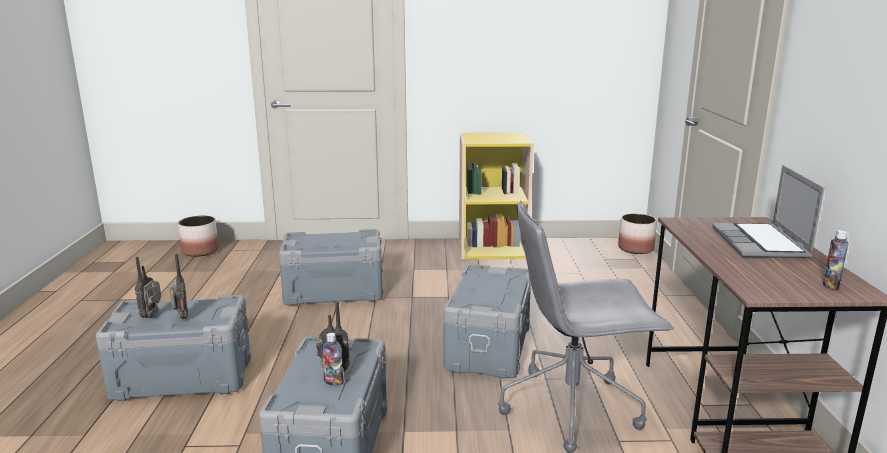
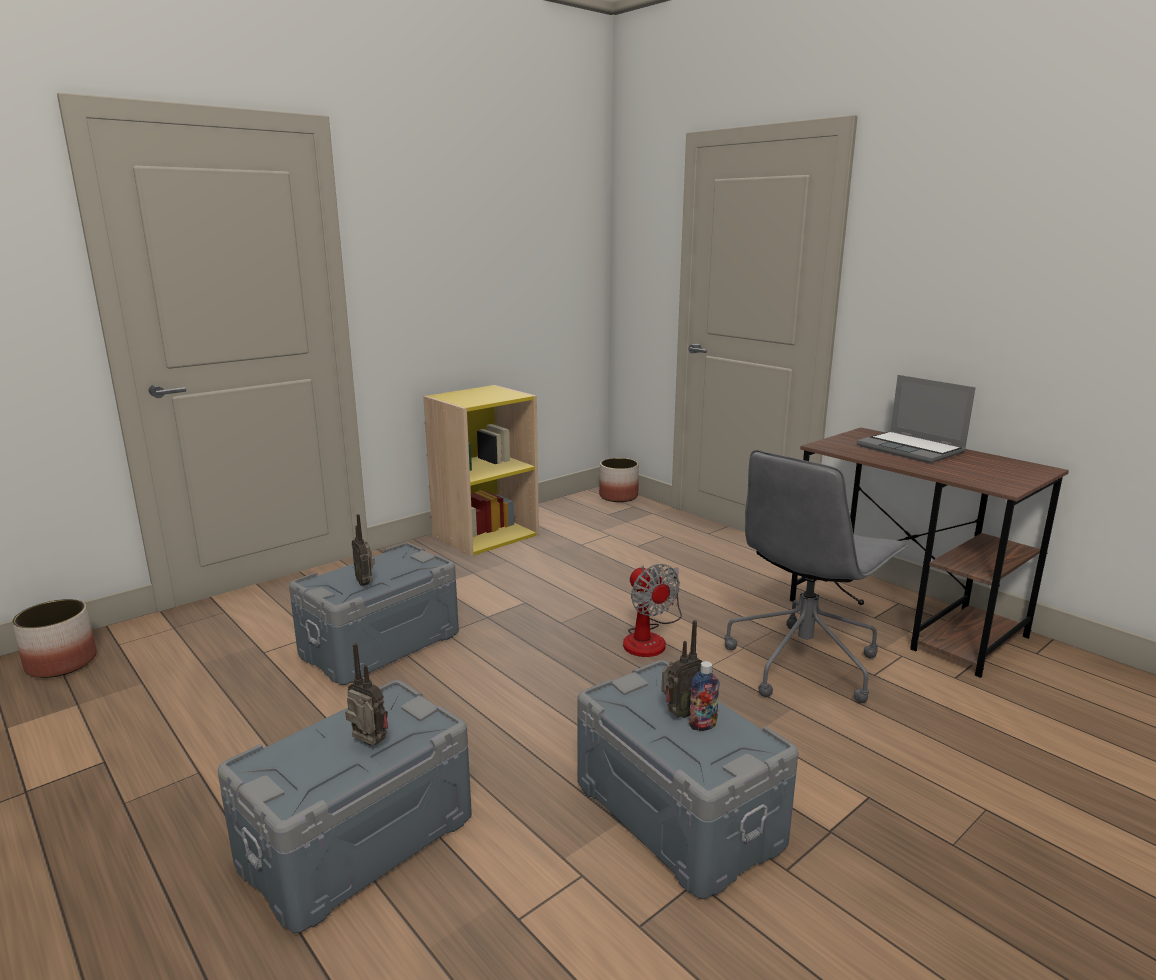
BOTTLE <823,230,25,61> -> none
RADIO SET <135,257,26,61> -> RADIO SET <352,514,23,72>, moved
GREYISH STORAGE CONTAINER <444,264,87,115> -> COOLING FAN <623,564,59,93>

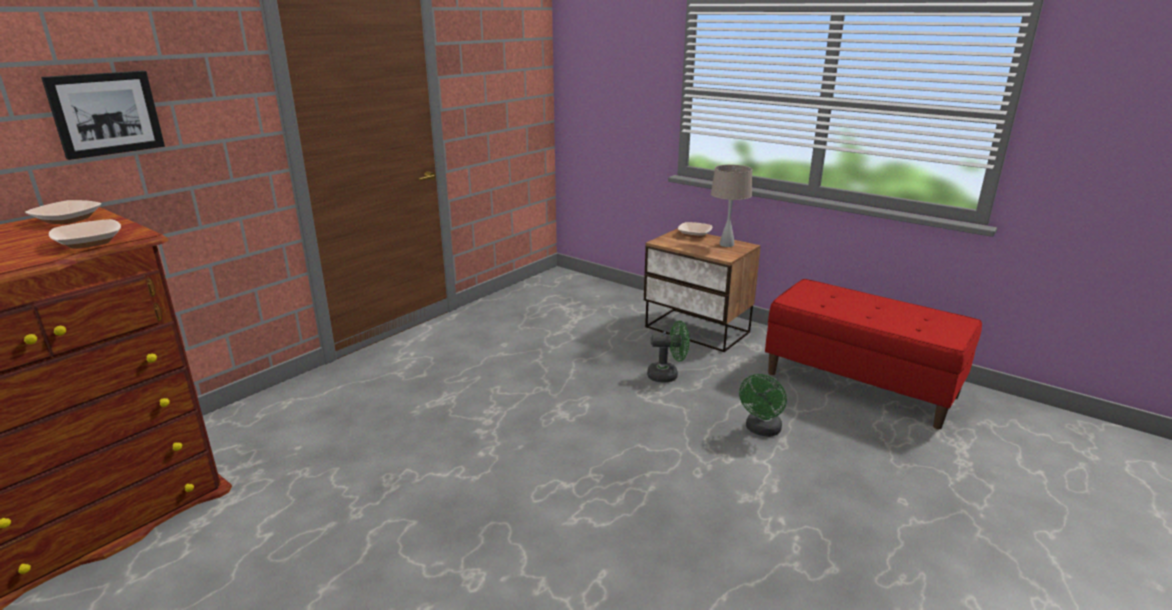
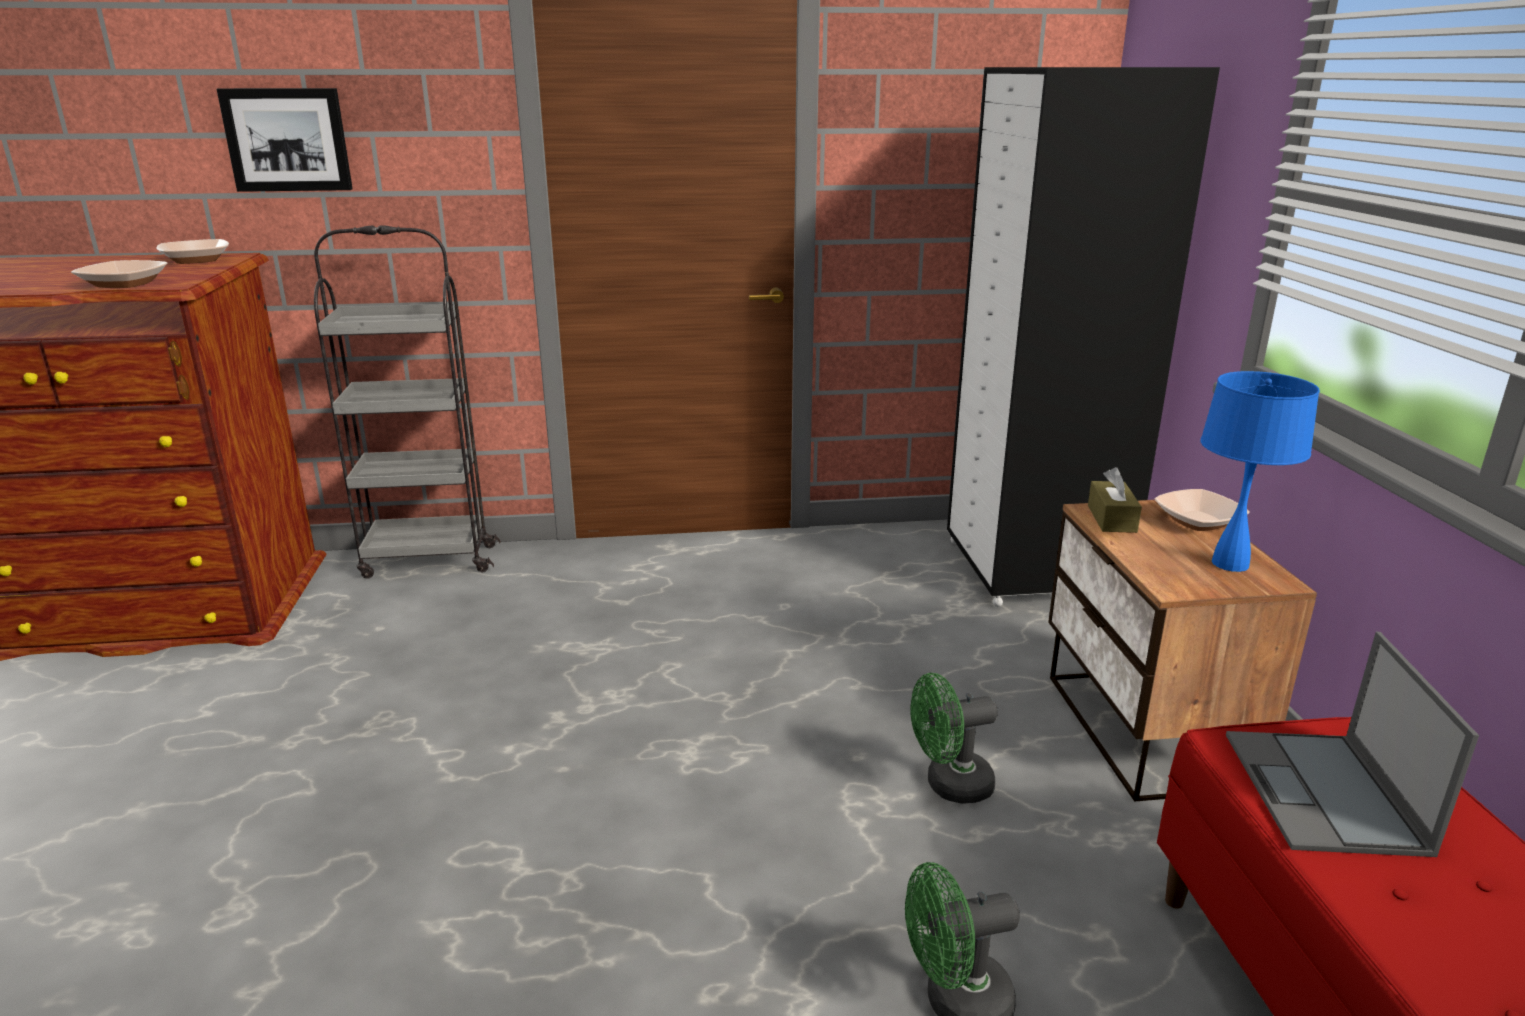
none -> GREYISH CART <314,225,187,354>
none -> CLOTHES CUPBOARD <947,67,273,540>
none -> BROWNISH TISSUE HOLDER <1088,467,54,66>
none -> LAPTOP <1226,632,253,225>
SAND-COLOURED LAMP FOR A TABLE <711,165,41,82> -> BLUISH LAMP FOR A TABLE <1200,371,120,201>
GREEN COOLING FAN <647,320,43,63> -> GREEN COOLING FAN <910,673,88,131>, 120 degrees clockwise

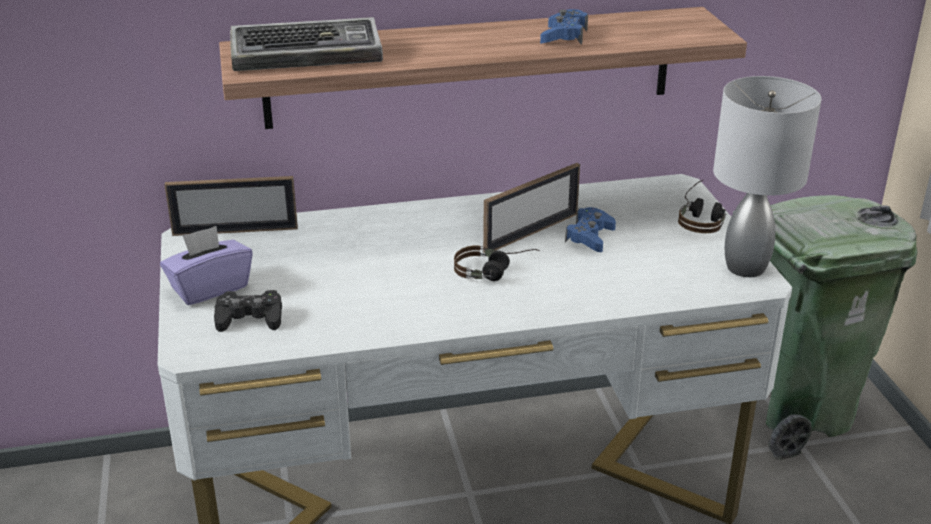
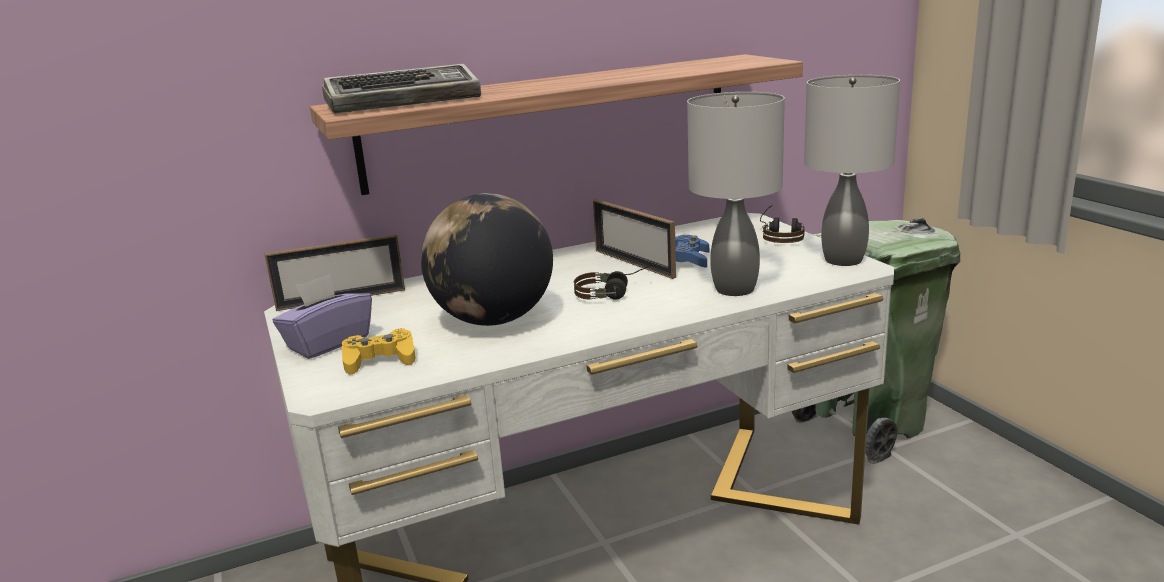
BLUISH GAME CONTROLLER <540,9,48,36> -> none
none -> GLOBE <421,193,132,133>
none -> GREYISH LAMP FOR A TABLE <687,92,98,204>
BLACKISH GAME CONTROLLER <214,290,68,42> -> YELLOW-COLOURED GAME CONTROLLER <342,328,74,47>
STANDING FRAME <483,163,97,90> -> STANDING FRAME <593,199,83,80>, 105 degrees clockwise

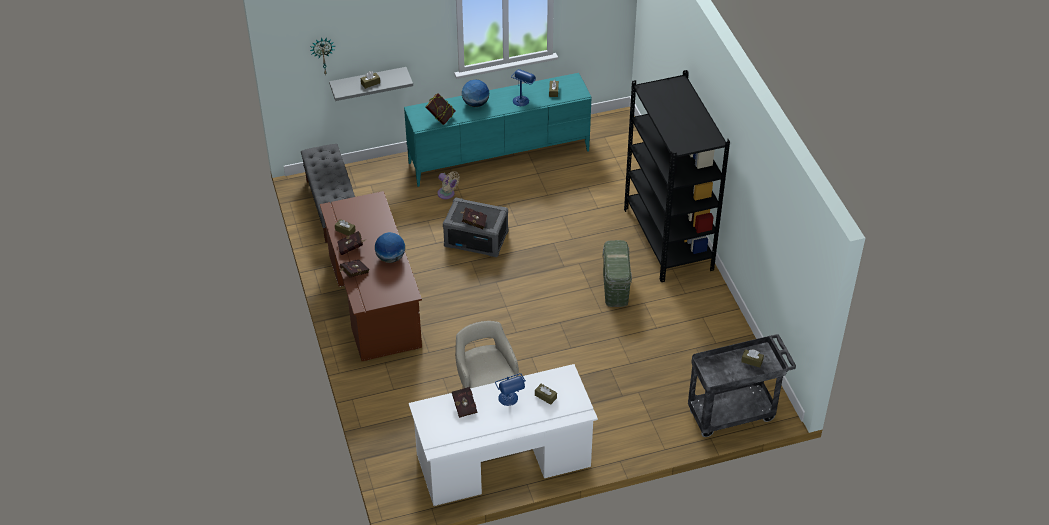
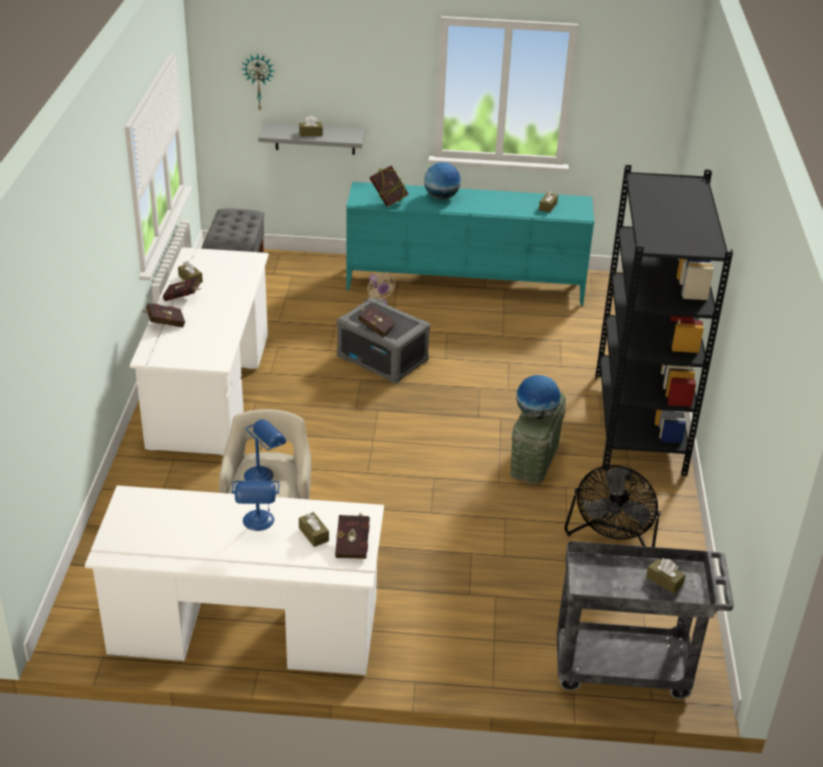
none -> BLACKISH COOLING FAN <565,465,96,82>
GLOBE <375,232,30,31> -> GLOBE <517,375,44,44>, moved
REDDISH VOLUME <452,386,25,32> -> REDDISH VOLUME <335,512,35,47>, moved
BLUISH LAMP FOR A TABLE <511,69,25,37> -> BLUISH LAMP FOR A TABLE <244,419,42,62>, moved
BROWNISH DESK <320,191,102,170> -> WHITE-COLOURED DESK <130,247,138,209>

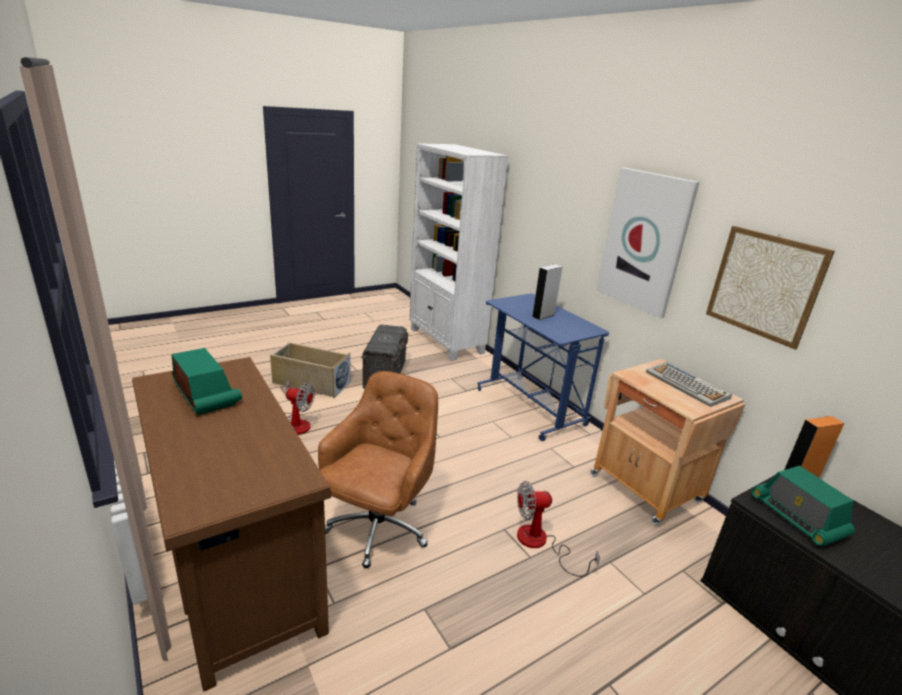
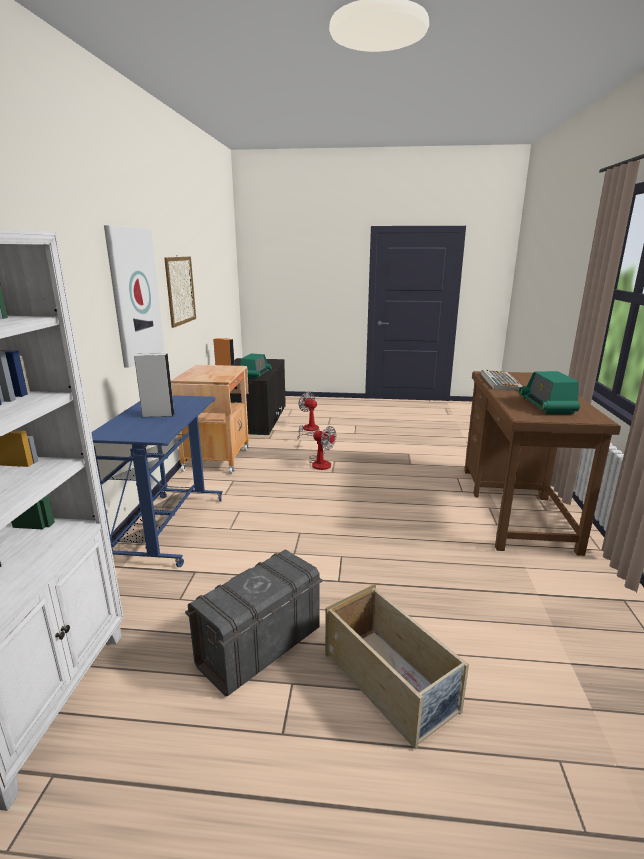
BROWNISH OFFICE CHAIR <318,371,120,197> -> none
COOLING FAN <285,381,30,53> -> COOLING FAN <297,392,22,48>, moved
KEYBOARD <646,362,86,45> -> KEYBOARD <481,370,42,20>, moved

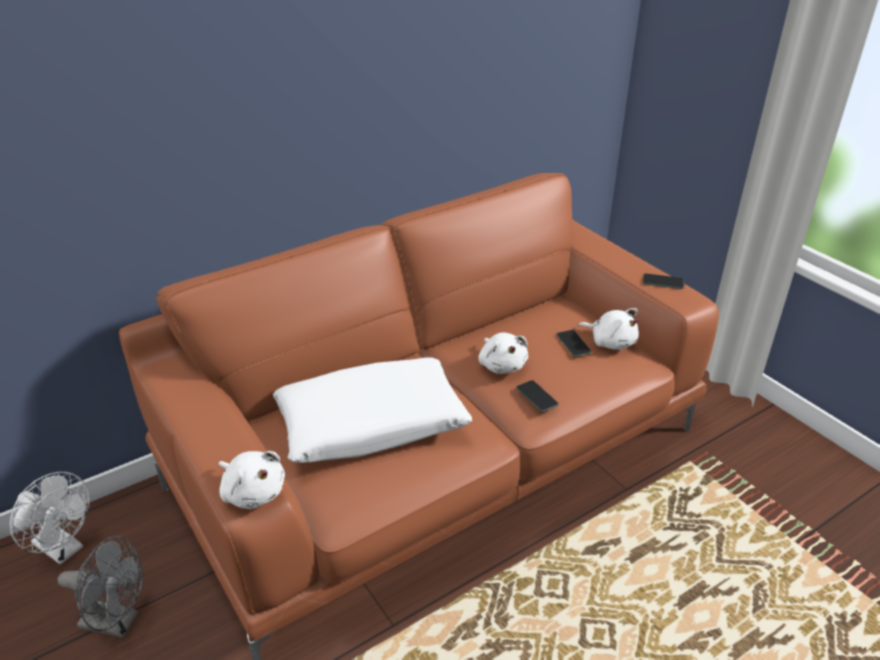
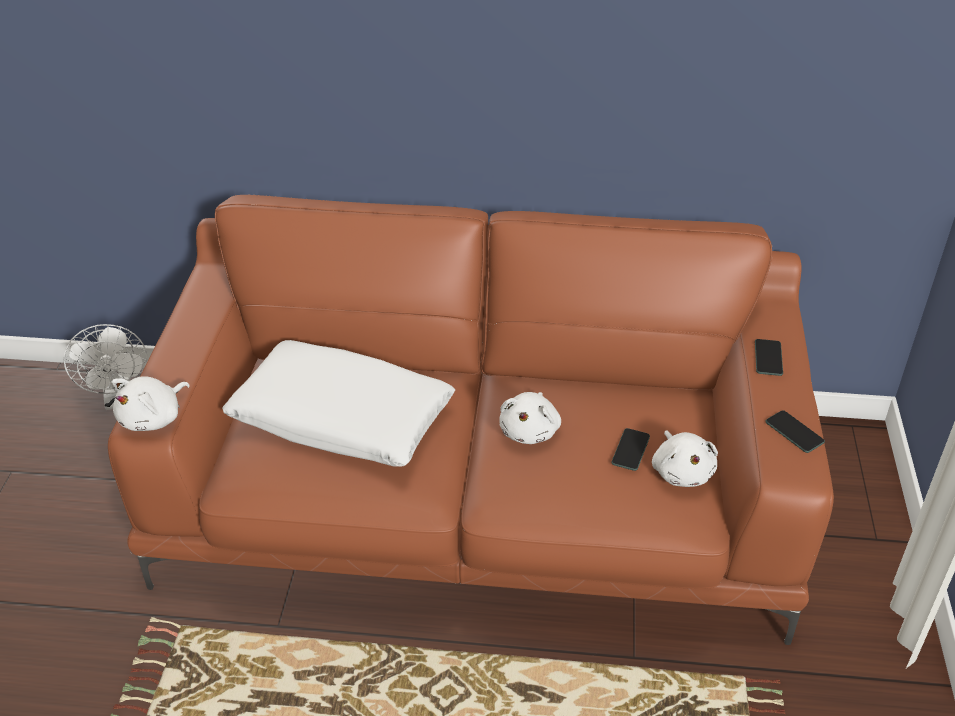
GREYISH COOLING FAN <58,536,85,102> -> none
TELEPHONE <516,380,43,32> -> TELEPHONE <755,339,28,37>, moved
WHITE-COLOURED PLUSH TOY <219,451,66,58> -> WHITE-COLOURED PLUSH TOY <112,376,78,55>, 45 degrees clockwise

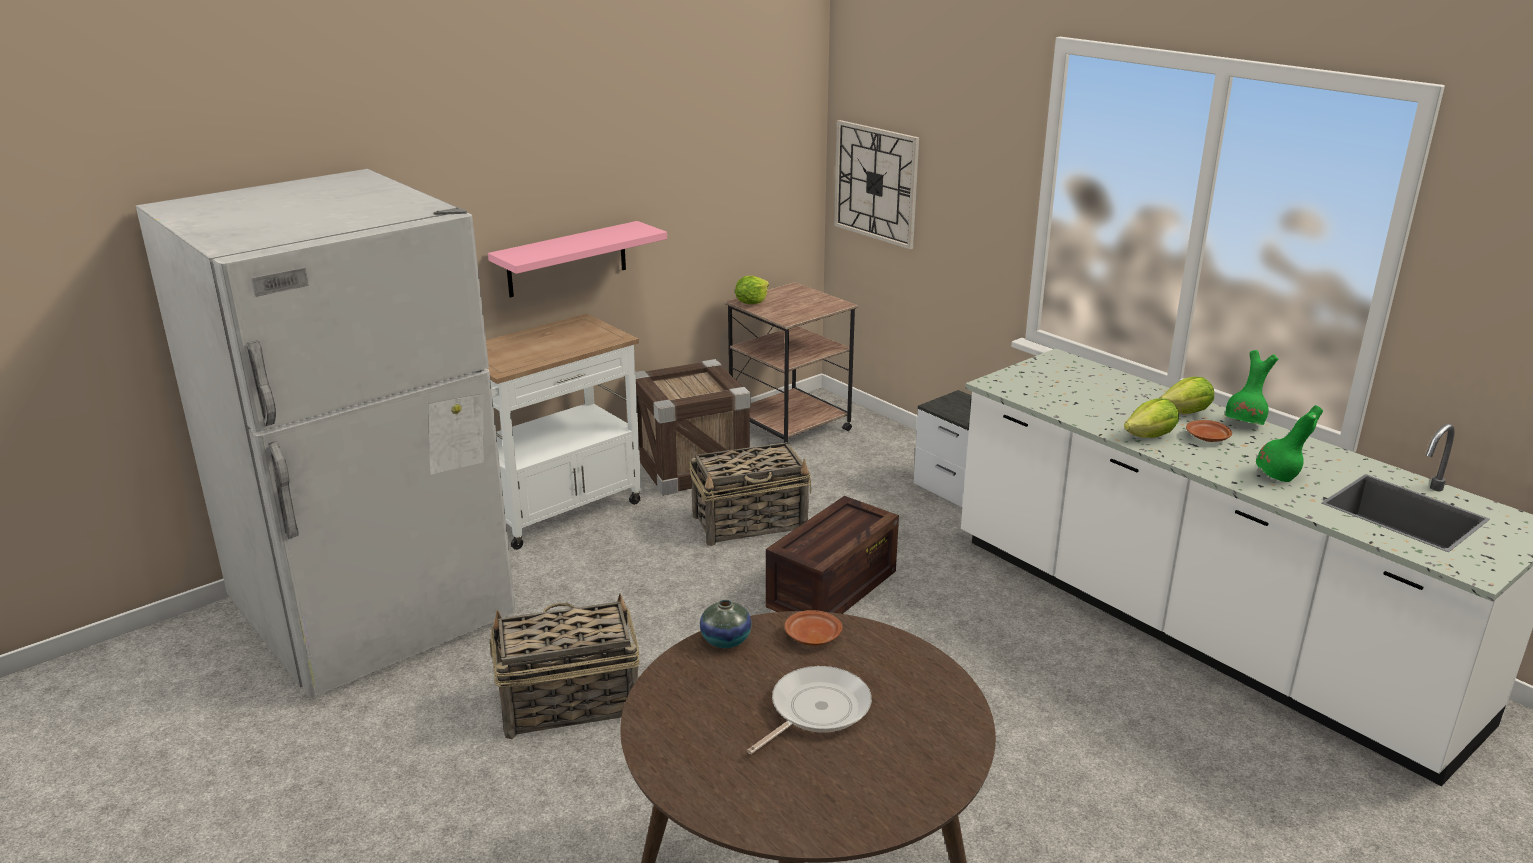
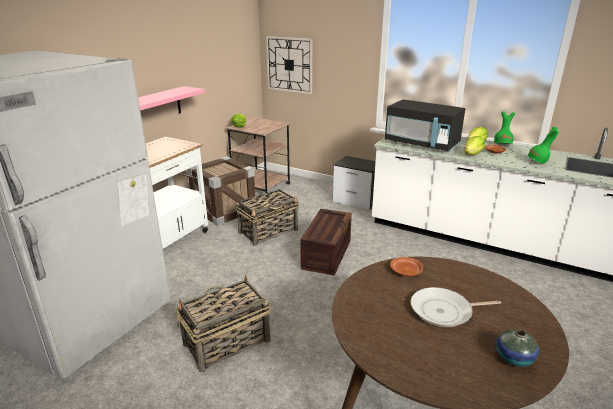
none -> BLACKISH MICROWAVE OVEN <385,99,80,53>
DECORATIVE VASE <700,600,52,48> -> DECORATIVE VASE <496,329,43,38>, moved
PAN <747,666,125,88> -> PAN <411,287,90,40>, 120 degrees counterclockwise

